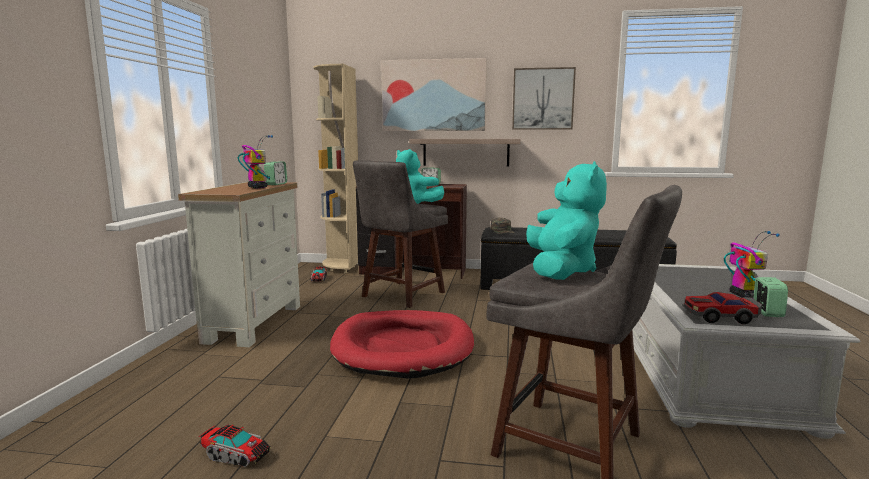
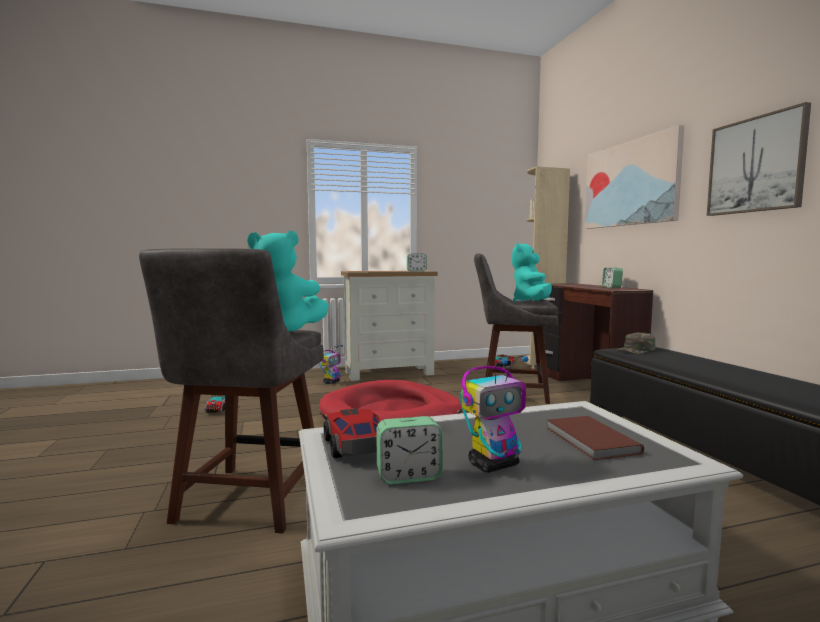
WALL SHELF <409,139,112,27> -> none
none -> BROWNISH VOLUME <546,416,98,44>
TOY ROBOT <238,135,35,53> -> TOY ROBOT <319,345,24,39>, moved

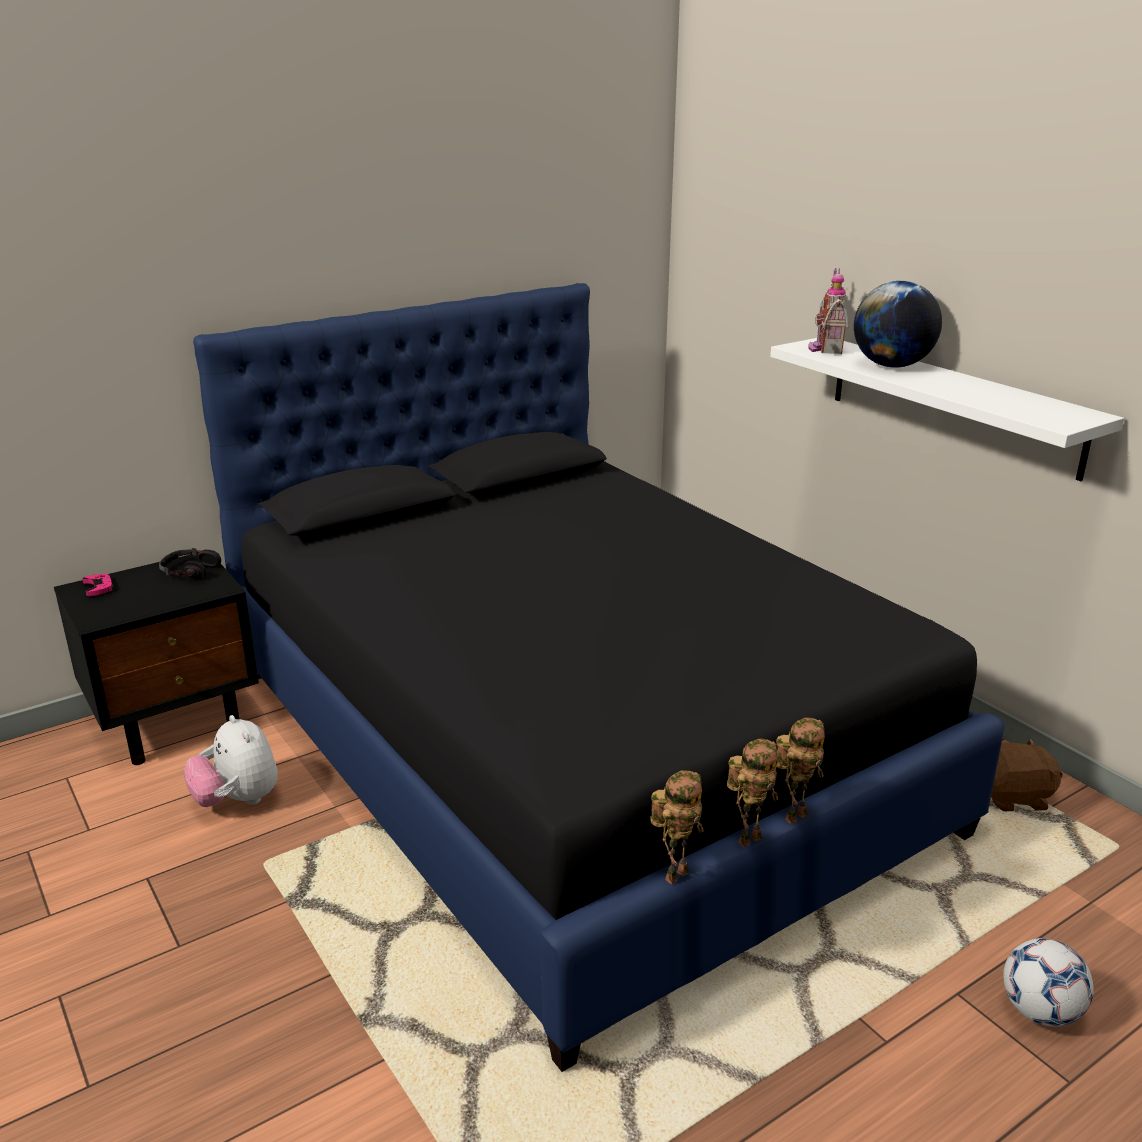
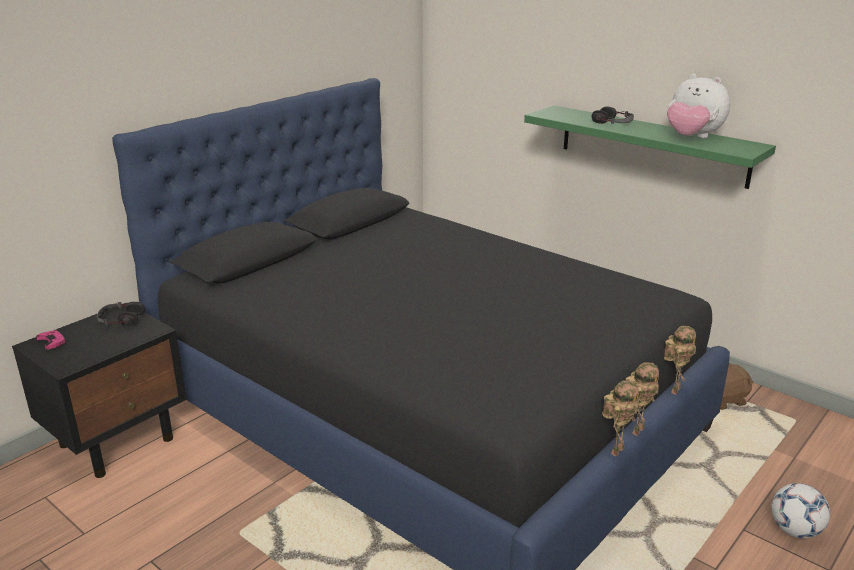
MINIATURE HOUSE <808,268,41,86> -> none
PLUSH TOY <184,715,94,92> -> PLUSH TOY <667,74,63,64>, moved
TOY ROBOT <650,770,53,114> -> TOY ROBOT <664,326,32,69>, moved
GLOBE <854,281,88,87> -> PAIR OF HEADPHONES <592,106,42,18>
WHITE-COLOURED WALL SHELF <770,338,354,143> -> GREEN WALL SHELF <524,105,252,84>

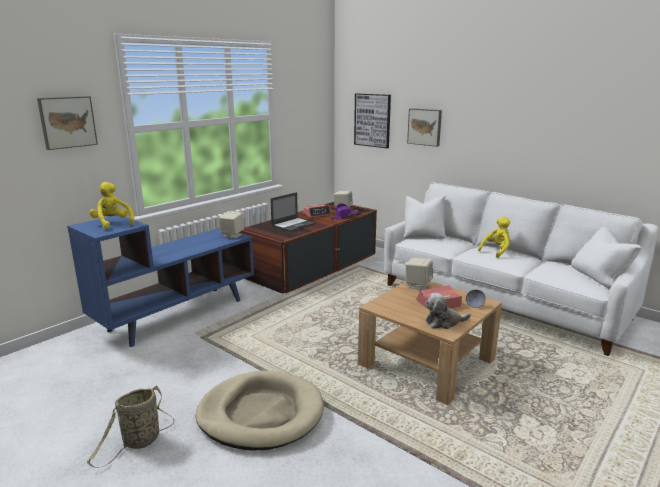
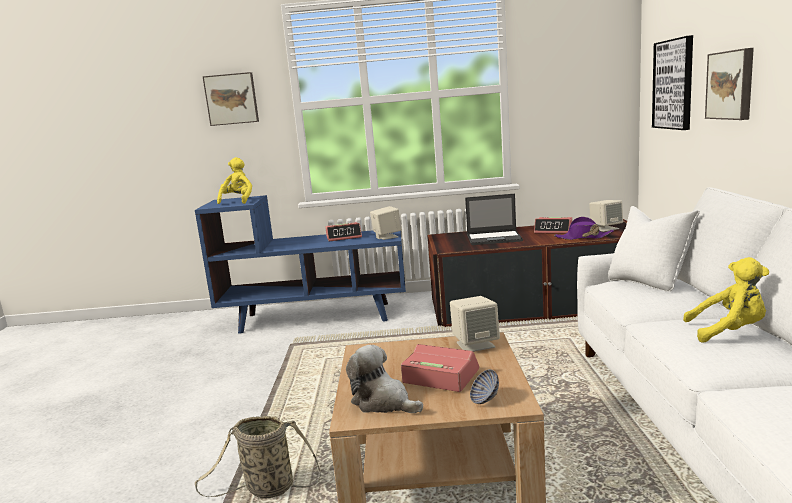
SAND-COLOURED PET BED <196,371,128,80> -> none
none -> BEDSIDE CLOCK <325,222,37,19>
STORAGE BASKET <87,385,87,83> -> STORAGE BASKET <195,416,126,82>, moved

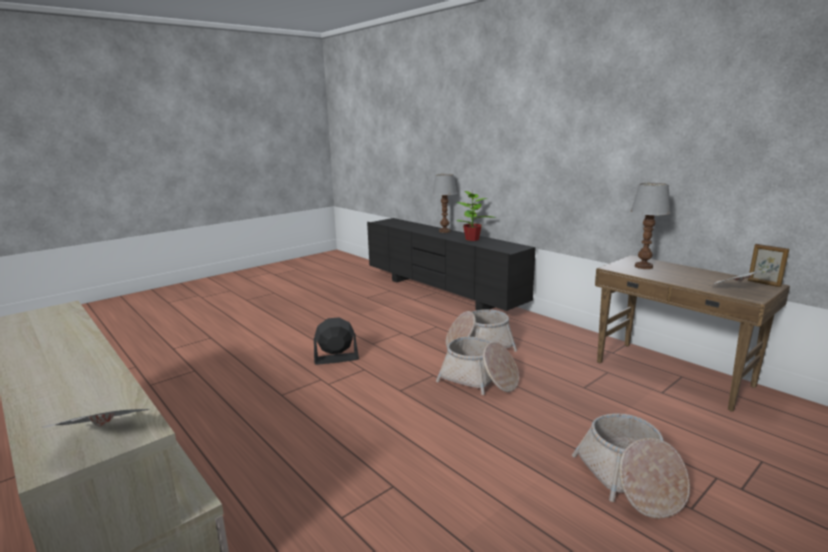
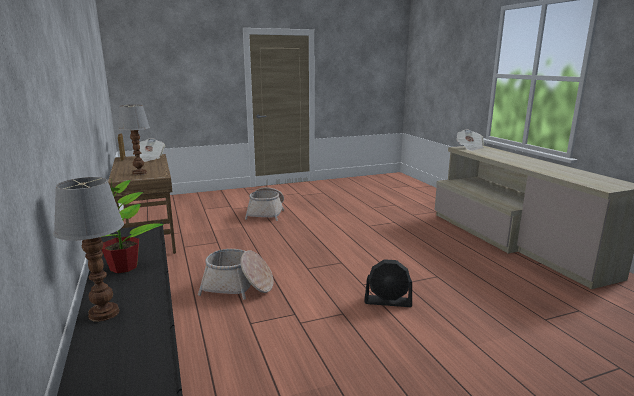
STORAGE BASKET <436,337,83,58> -> none

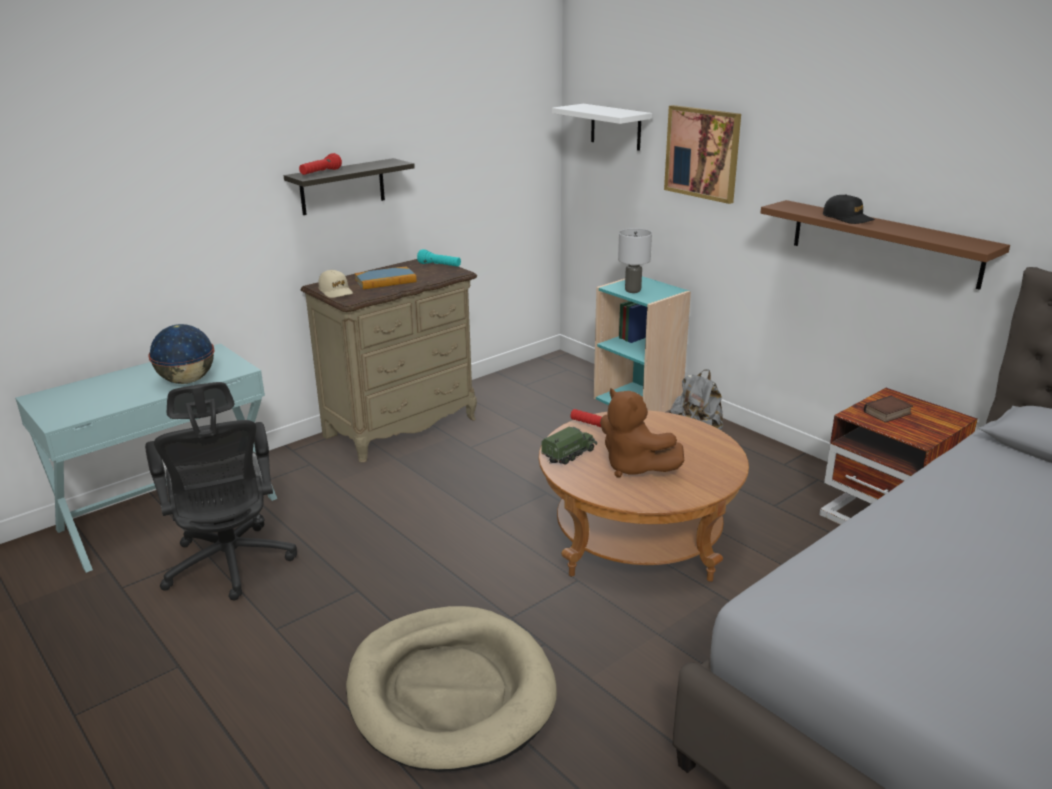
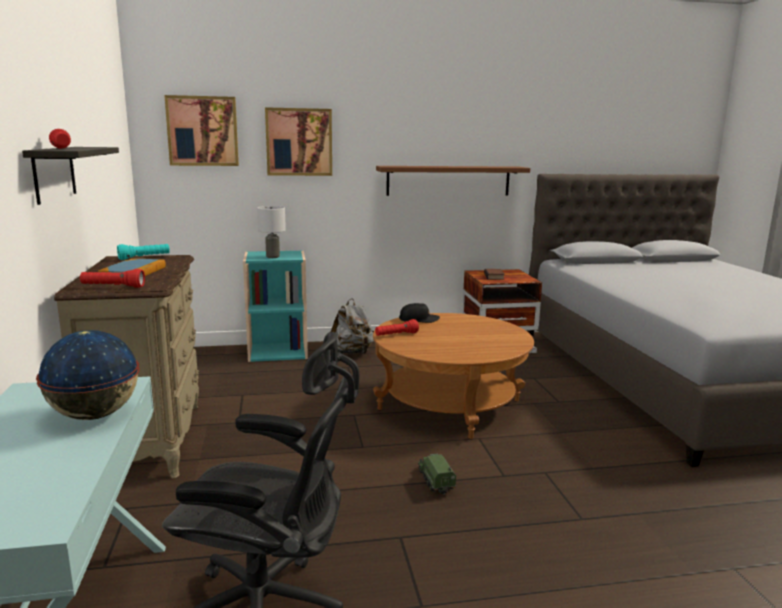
SAND-COLOURED PET BED <346,606,211,166> -> none
BROWNISH PLUSH TOY <600,388,84,89> -> none
MODEL TRUCK <542,427,55,37> -> MODEL TRUCK <418,454,38,40>, moved
BLACKISH BASEBALL CAP <823,194,52,30> -> BLACKISH BASEBALL CAP <399,303,41,20>, moved
SAND-COLOURED BASEBALL CAP <318,270,35,28> -> REDDISH TORCH <80,269,65,19>
WHITE-COLOURED WALL SHELF <552,104,100,47> -> WALL PICTURE <164,95,75,71>

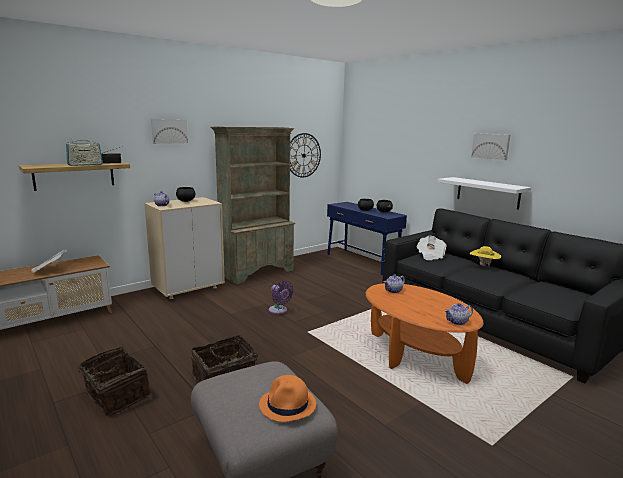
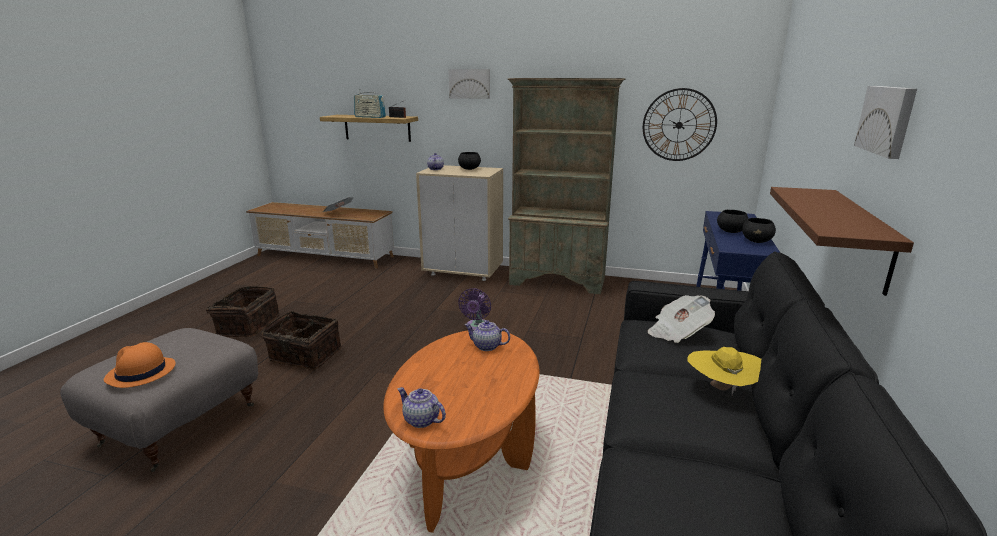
WHITE-COLOURED WALL SHELF <437,177,94,32> -> BROWNISH WALL SHELF <770,187,144,109>

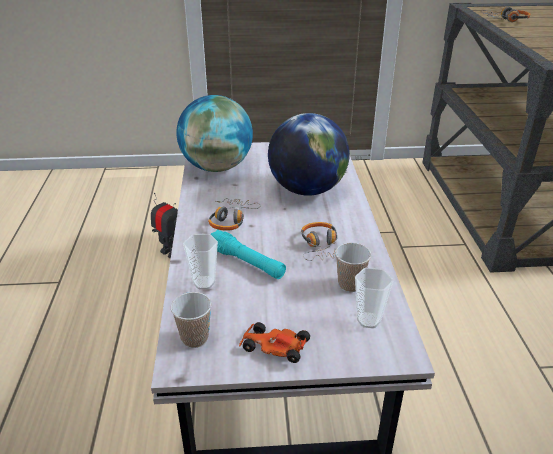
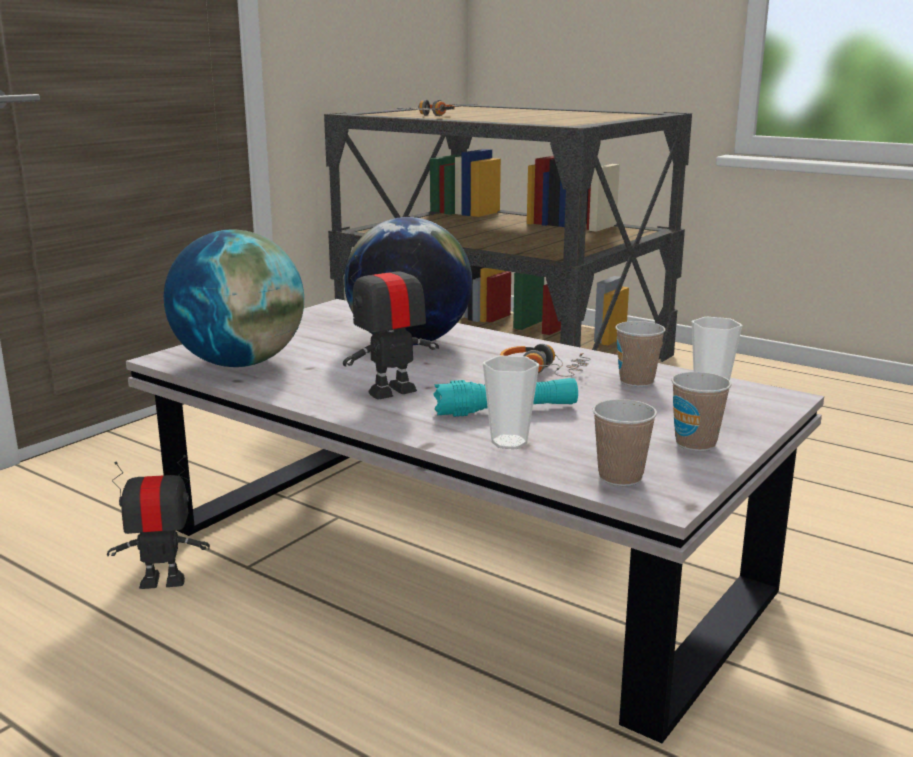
PAIR OF HEADPHONES <208,198,53,33> -> TOY ROBOT <343,243,96,156>
MODEL CAR <239,322,71,41> -> CUP <671,372,61,79>

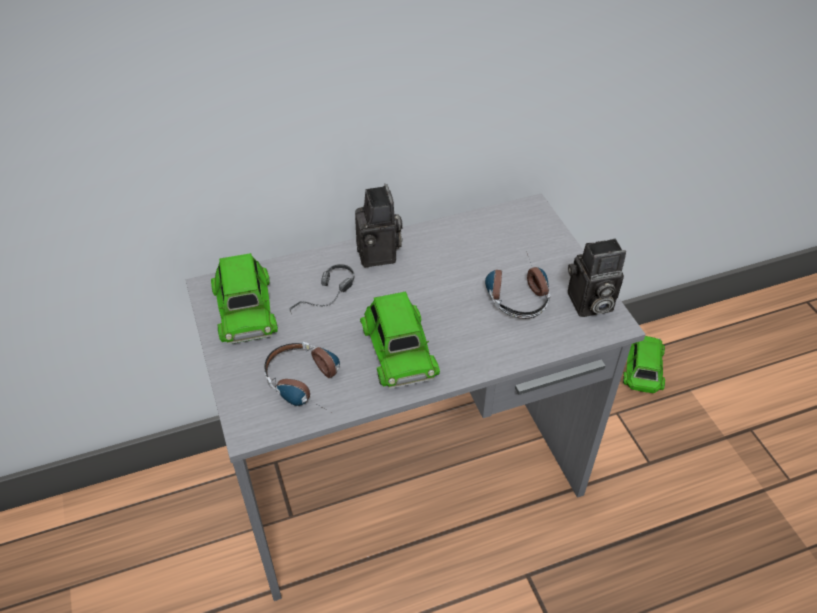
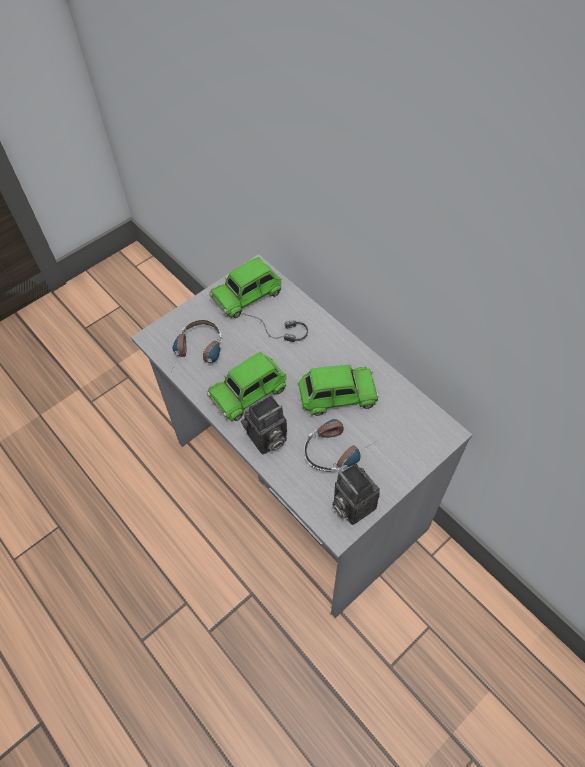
PHOTO CAMERA <355,184,48,83> -> PHOTO CAMERA <241,395,46,60>, moved
GREEN MODEL CAR <623,336,42,57> -> GREEN MODEL CAR <298,365,81,51>, moved

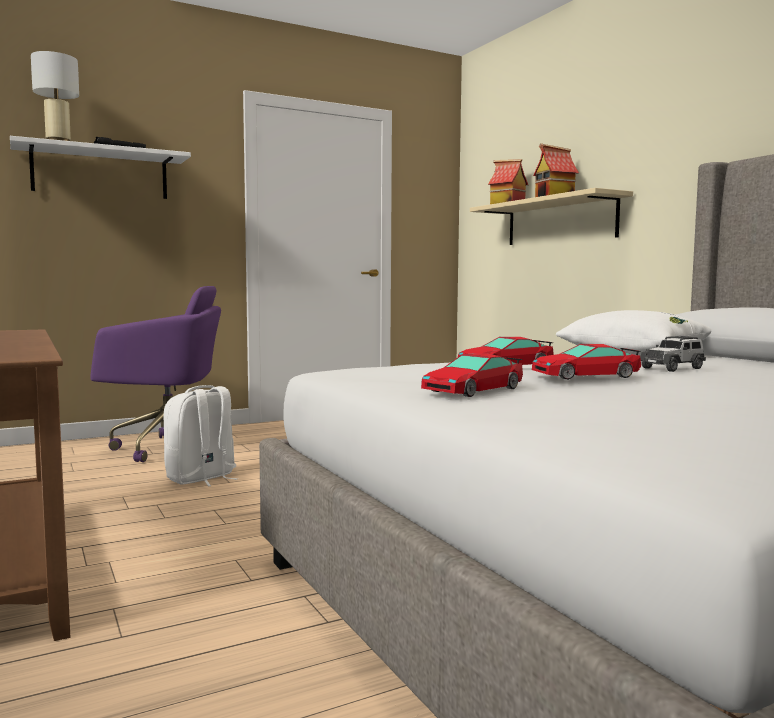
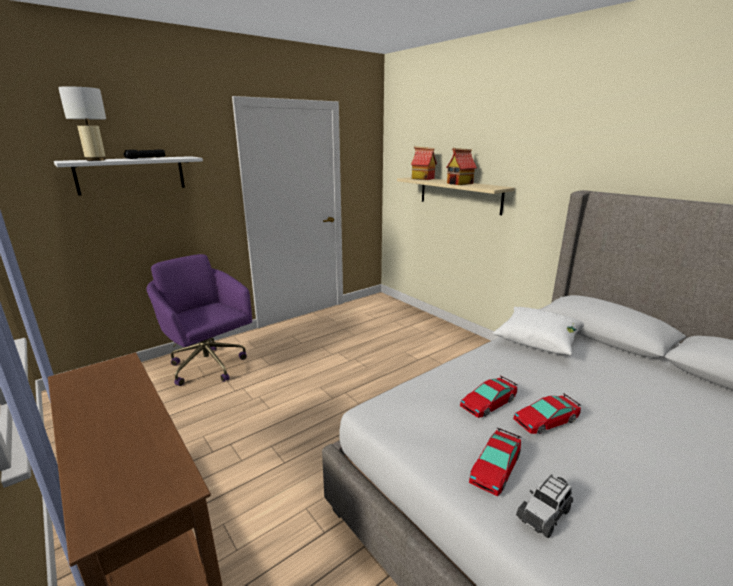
WHITE-COLOURED RUCKSACK <164,385,73,101> -> none
MODEL CAR <640,336,66,36> -> MODEL CAR <516,474,57,64>, moved
PURPLE-COLOURED OFFICE CHAIR <91,286,130,176> -> PURPLE-COLOURED OFFICE CHAIR <147,254,105,132>, 120 degrees counterclockwise

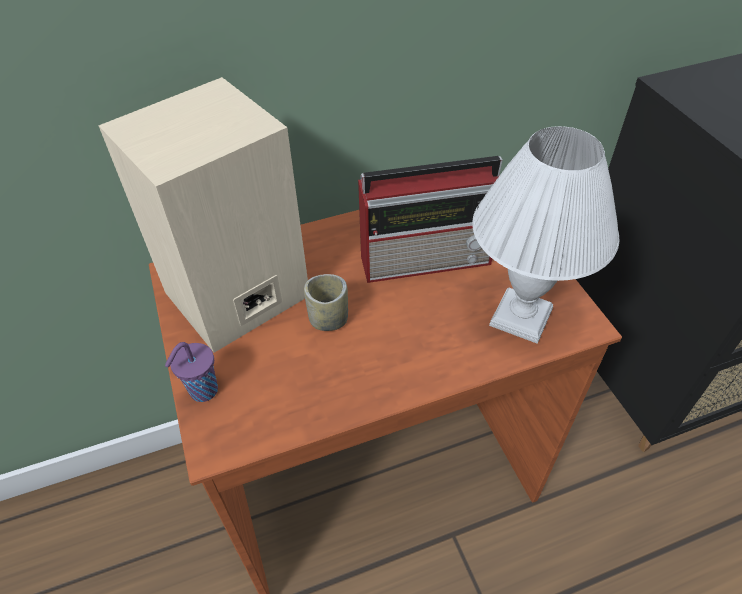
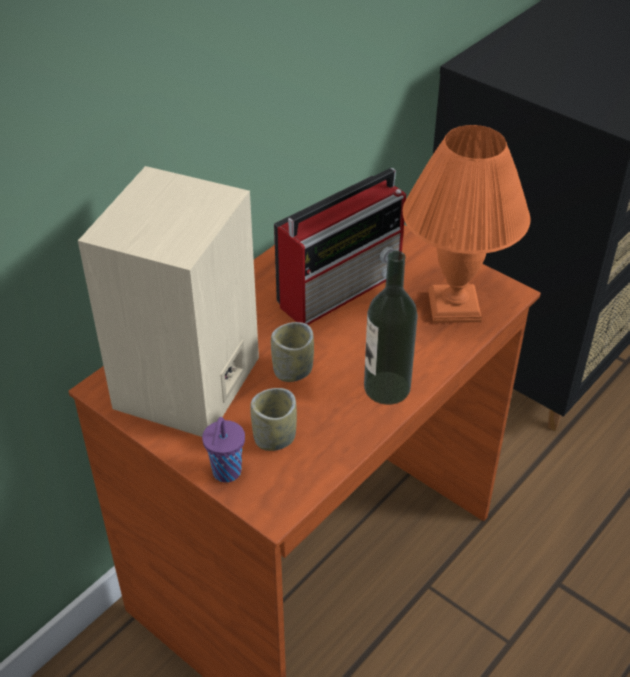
none -> CUP <250,388,47,63>
none -> BOTTLE <364,251,54,154>
WHITE-COLOURED LAMP FOR A TABLE <472,126,147,218> -> ORANGEY LAMP FOR A TABLE <403,125,127,198>

